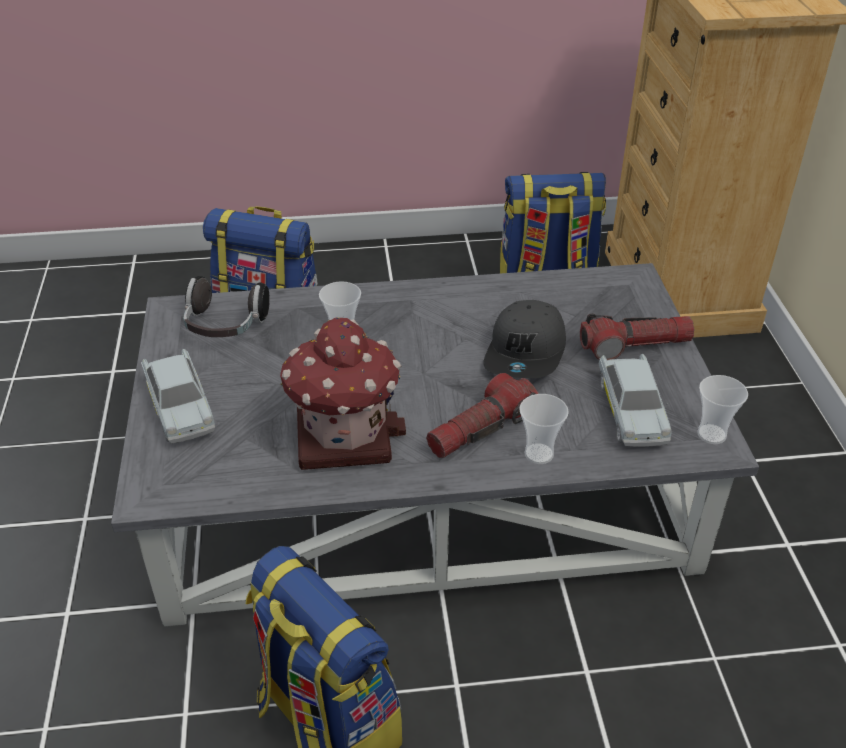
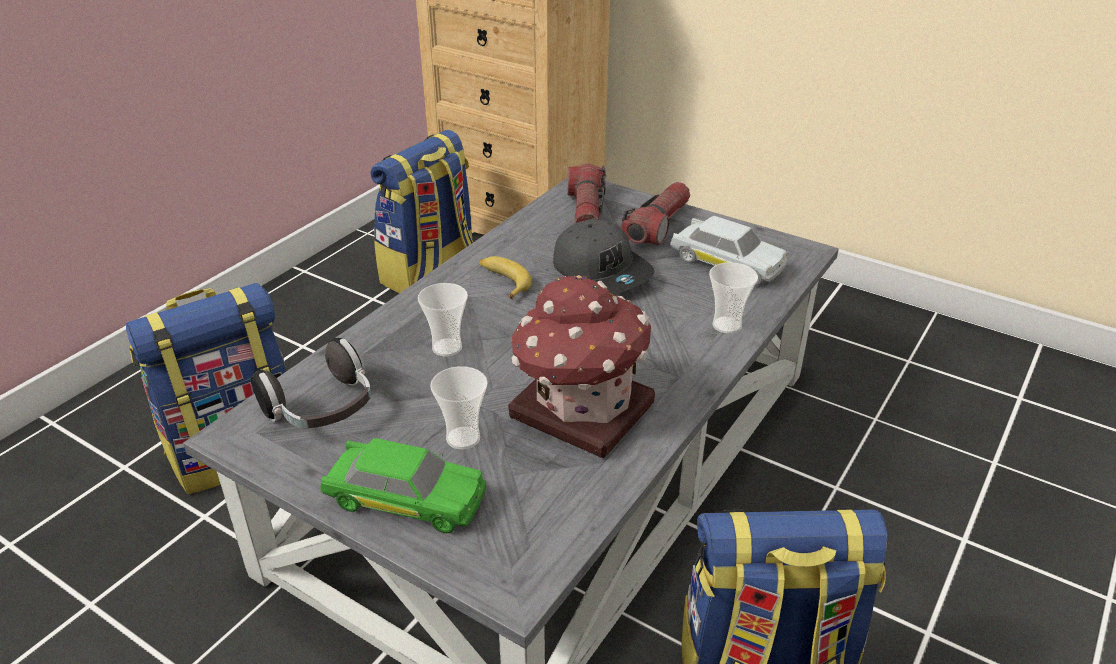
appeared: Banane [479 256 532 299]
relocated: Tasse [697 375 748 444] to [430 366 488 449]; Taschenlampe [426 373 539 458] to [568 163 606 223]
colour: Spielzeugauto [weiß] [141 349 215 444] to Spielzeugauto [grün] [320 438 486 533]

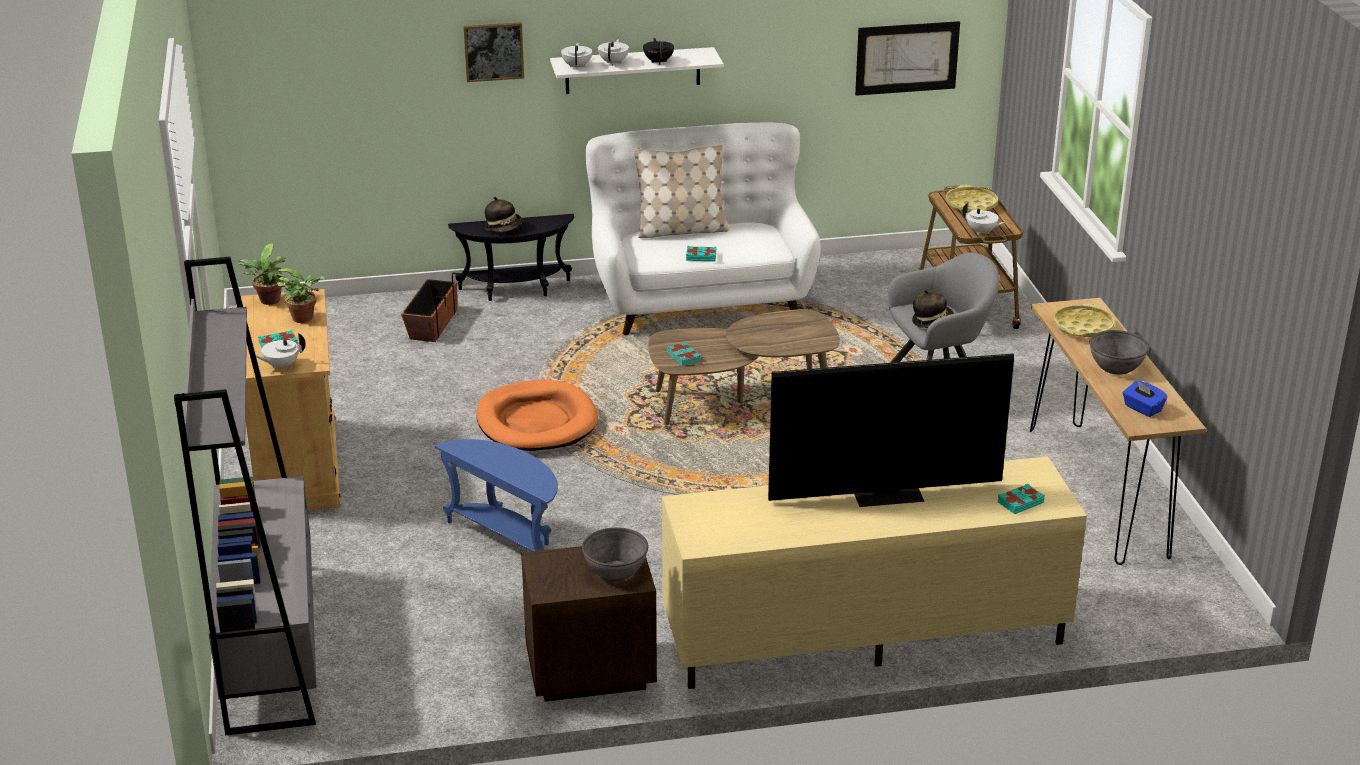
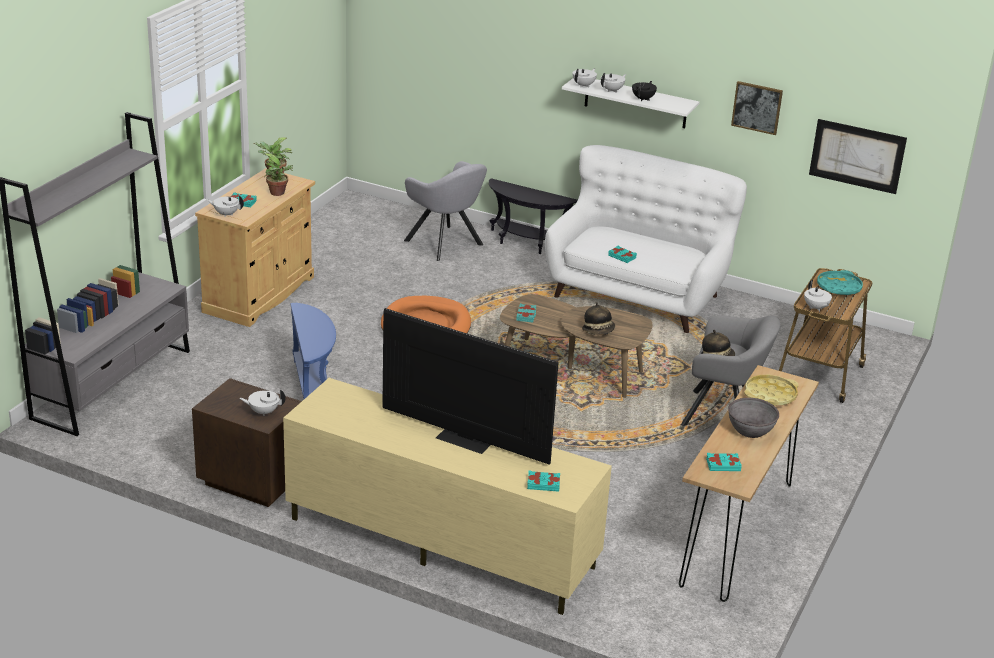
missing: Kissen [beige] [634 145 729 238]
relocated: Hut [485 197 522 232] to [582 302 615 335]; Bild [464 22 524 82] to [731 81 783 135]
exchanged: Schüssel [grau] [582 527 648 581] to Teekanne [weiß] [239 390 286 416]; Pflanzkübel [401 273 462 342] to Sessel [grau] [404 161 487 261]; Taschentuchbox [blau] [1123 381 1168 417] to Buch [türkis] [706 453 742 471]
colour: Tablett [gelb] [946 185 998 212] to Tablett [türkis] [817 270 863 295]

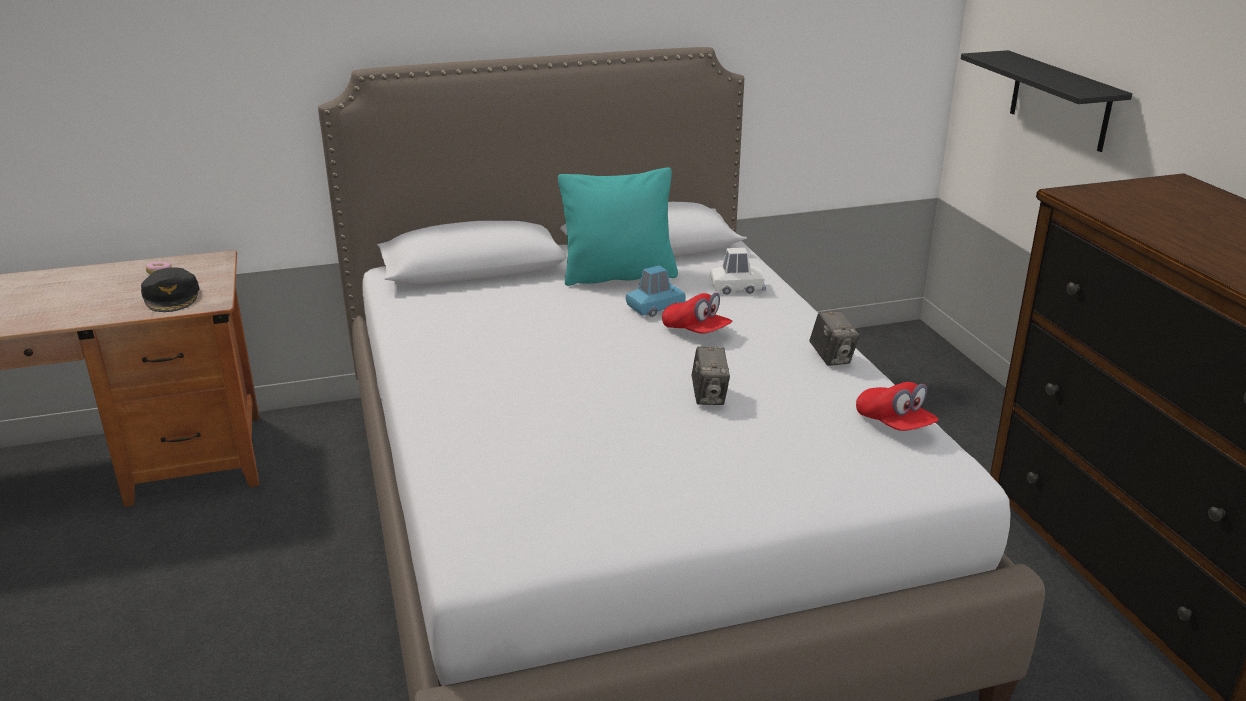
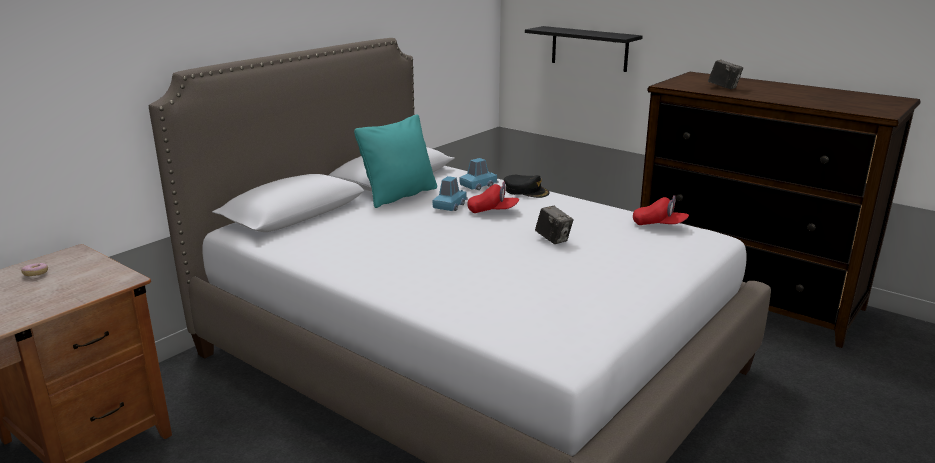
relocated: Kappe [schwarz] [141 268 199 312] to [504 175 550 198]; Kamera [809 311 860 366] to [708 60 743 89]
colour: Spielzeugauto [weiß] [710 248 766 295] to Spielzeugauto [blau] [459 158 498 190]

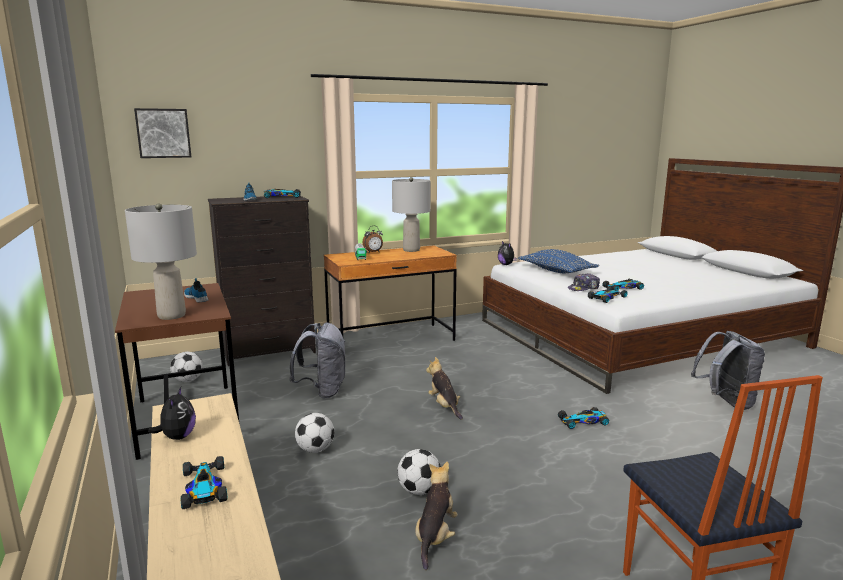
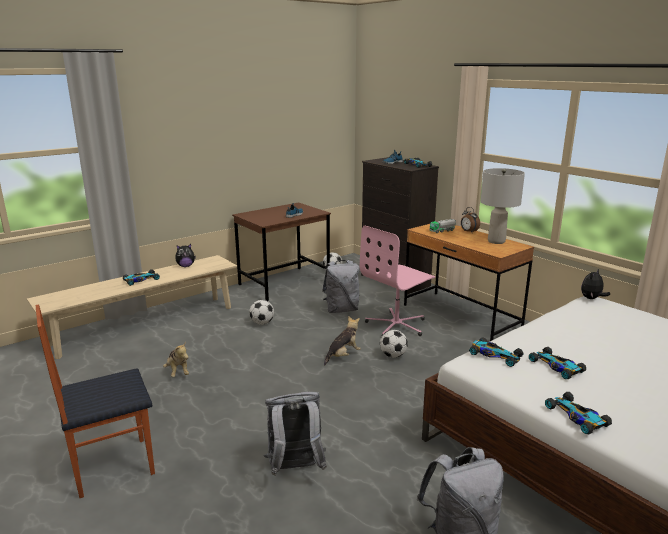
missing: Tischlampe [grau] [125 203 197 320]; Bild [134 108 191 158]; Kissen [blau] [518 249 599 273]; Kappe [568 274 600 291]
appeared: Rucksack [grau] [264 392 327 476]; Bürostuhl [rosa] [360 225 435 336]
relocated: Fußball [397 449 441 495] to [380 330 408 358]; Spielzeugauto [558 407 609 429] to [545 392 612 434]
spun: Plüschtier [415 462 458 570] = [163 341 189 377] 60 degrees clockwise

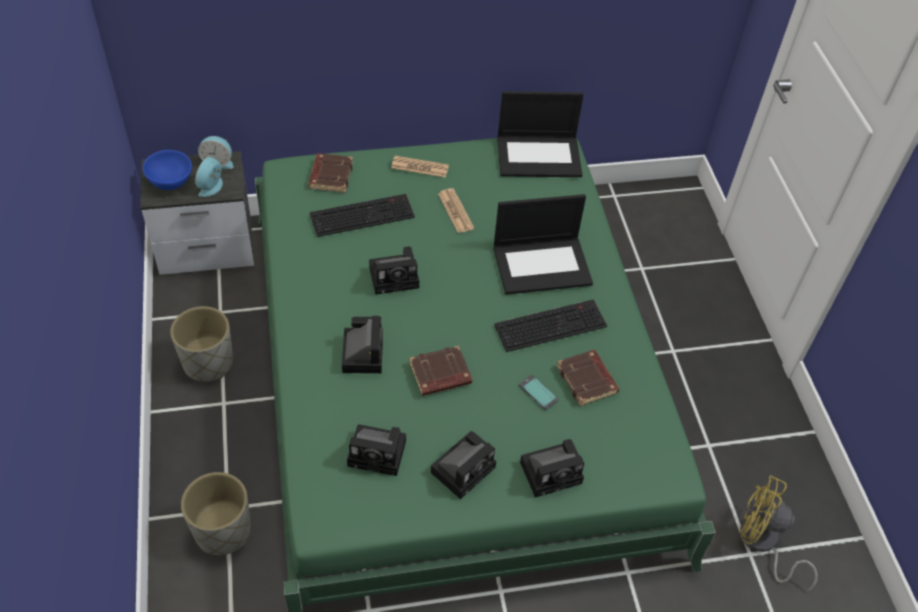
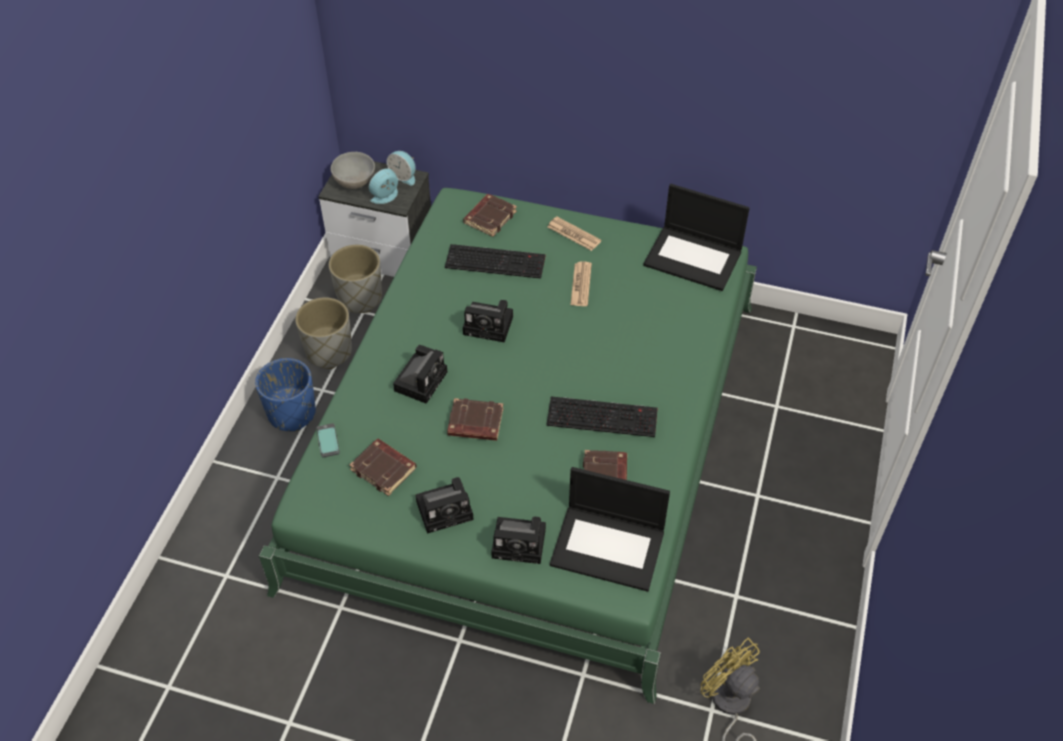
appeared: Pflanzkübel [blau] [255 358 316 432]
relocated: Handy [519 375 559 410] to [316 423 340 458]; Pflanzkübel [grau] [181 472 251 555] to [329 245 382 313]; Laptop [493 194 593 295] to [550 467 670 592]
exchanged: Kamera [347 424 406 476] to Buch [braun] [349 439 417 496]
colour: Schüssel [blau] [143 150 192 190] to Schüssel [grau] [331 152 375 189]

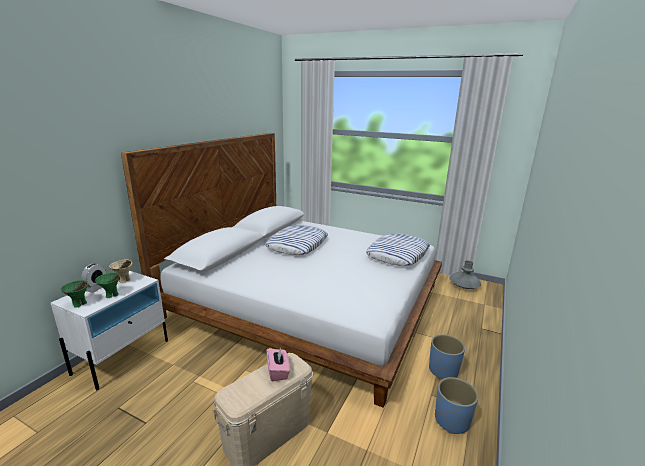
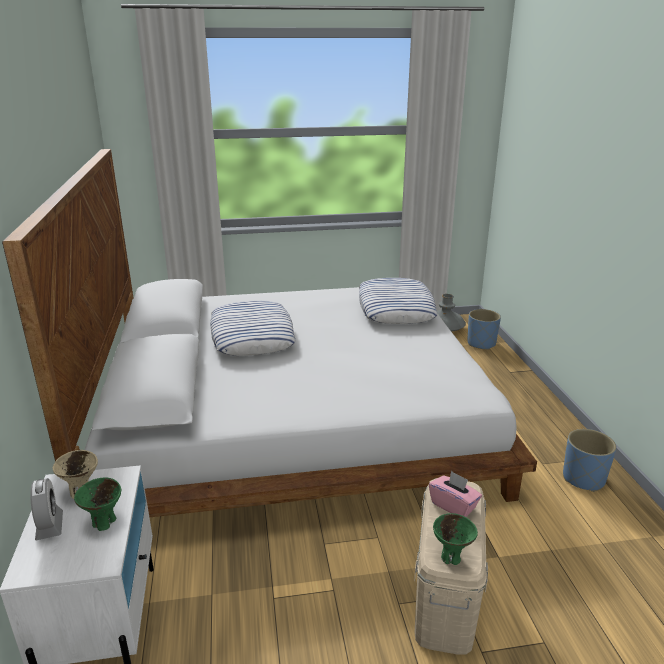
relocated: Schüssel [grün] [61 280 88 307] to [433 513 478 565]; Pflanzkübel [blau] [429 334 465 380] to [467 309 501 350]

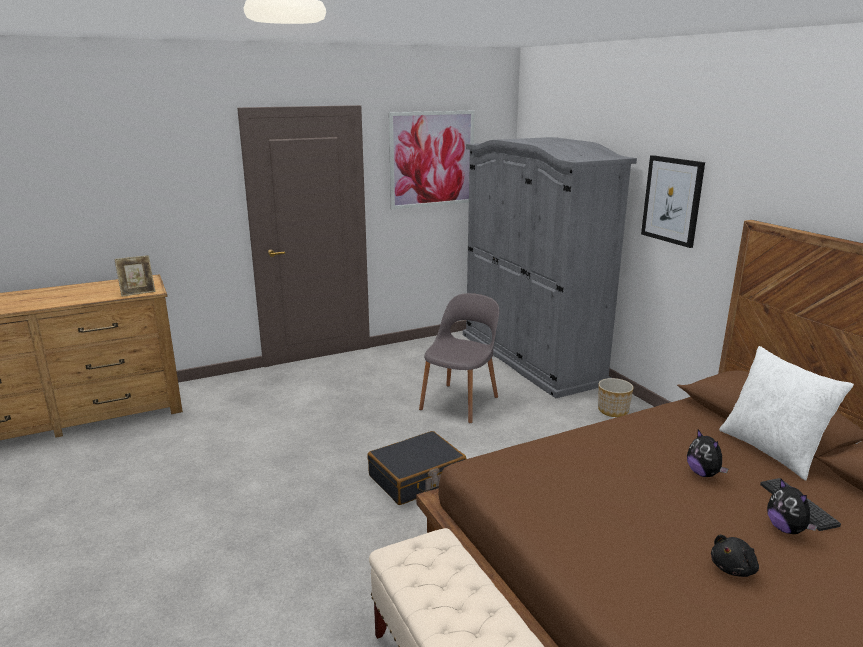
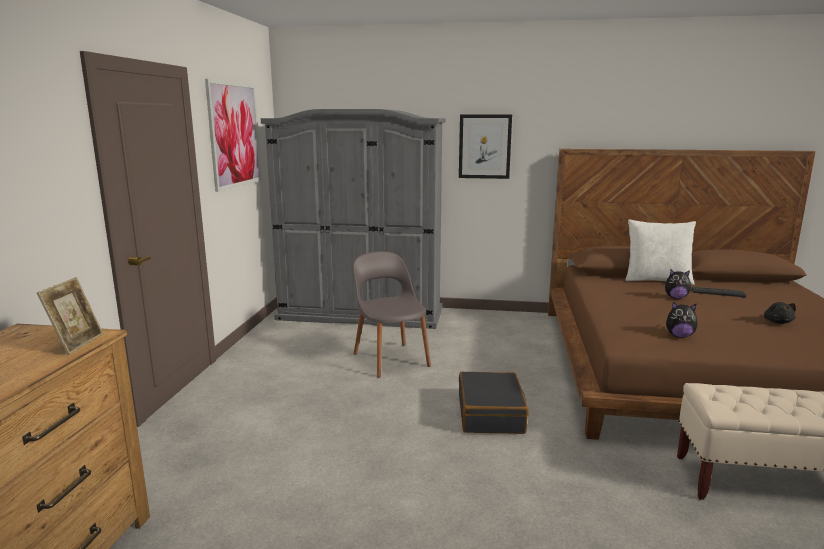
missing: Pflanzkübel [598 378 634 417]
relocated: Plüschtier [767 479 818 534] to [666 302 698 338]

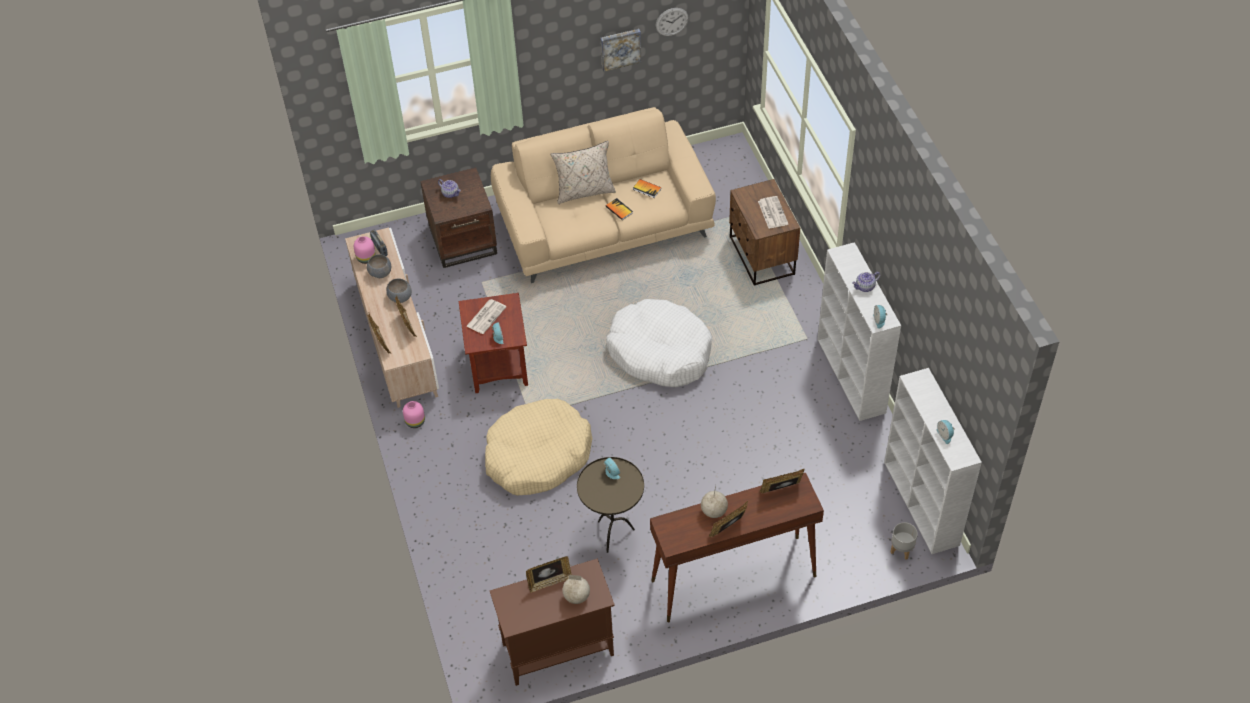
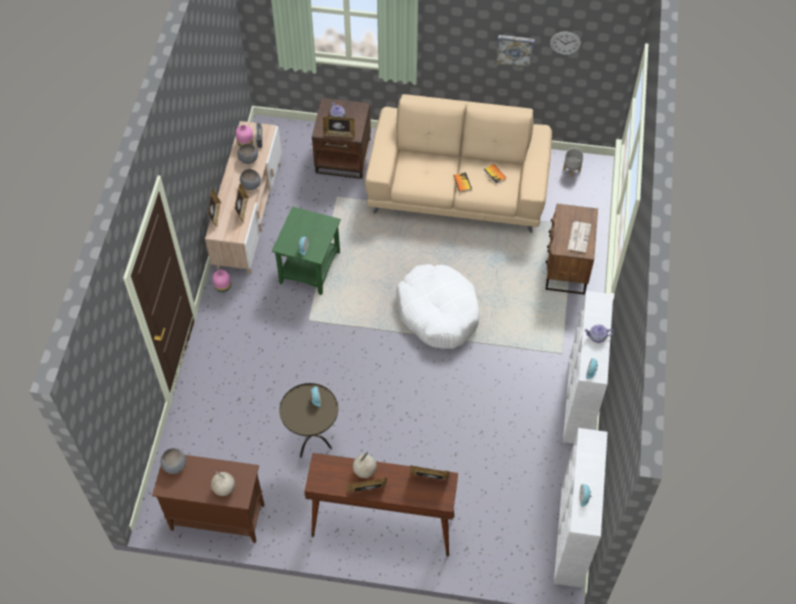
missing: Zeitung [467 299 506 334]; Hundebett [beige] [485 399 593 495]; Kissen [beige] [551 141 616 204]
appeared: Schüssel [grau] [161 448 186 474]
relocated: Bilderrahmen [526 556 572 593] to [323 116 355 138]; Pflanzkübel [grau] [891 522 918 560] to [563 148 584 177]
colour: Beistelltisch [braun] [459 293 528 393] to Beistelltisch [grün] [272 207 341 295]

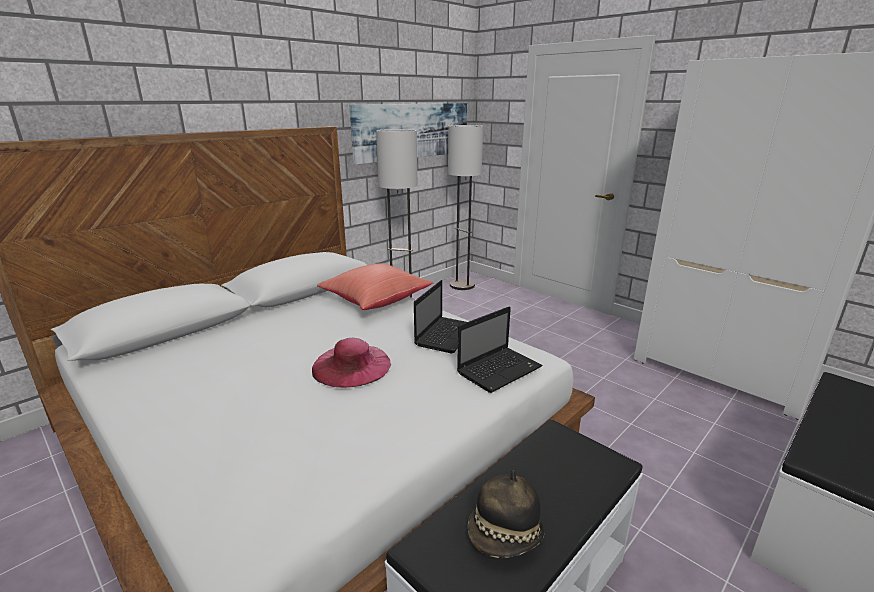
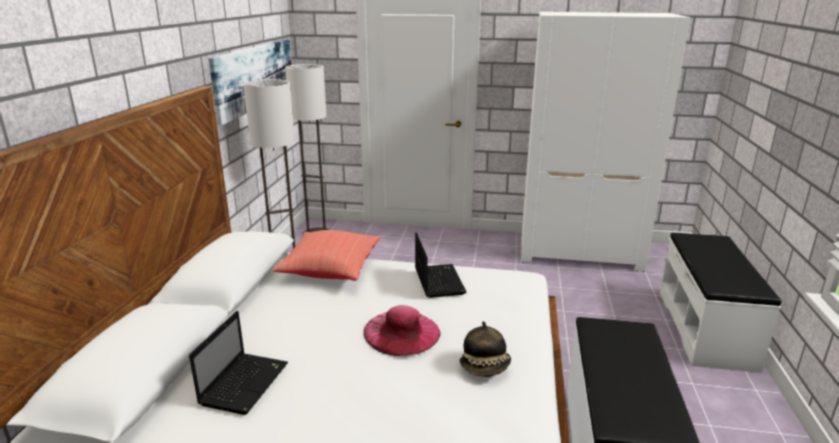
relocated: Laptop [457 306 542 393] to [189 311 288 415]; Hut [468 470 545 558] to [460 321 511 377]

